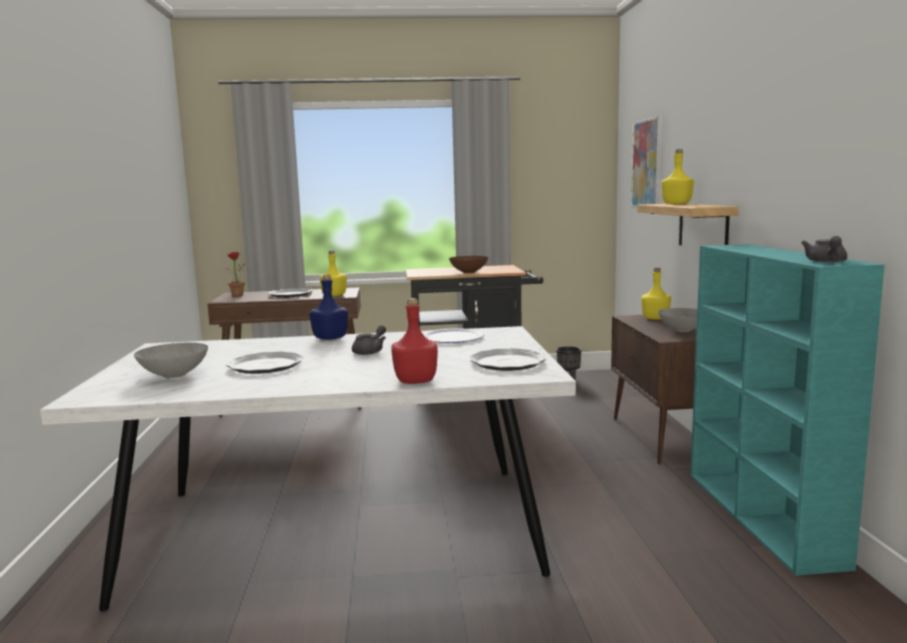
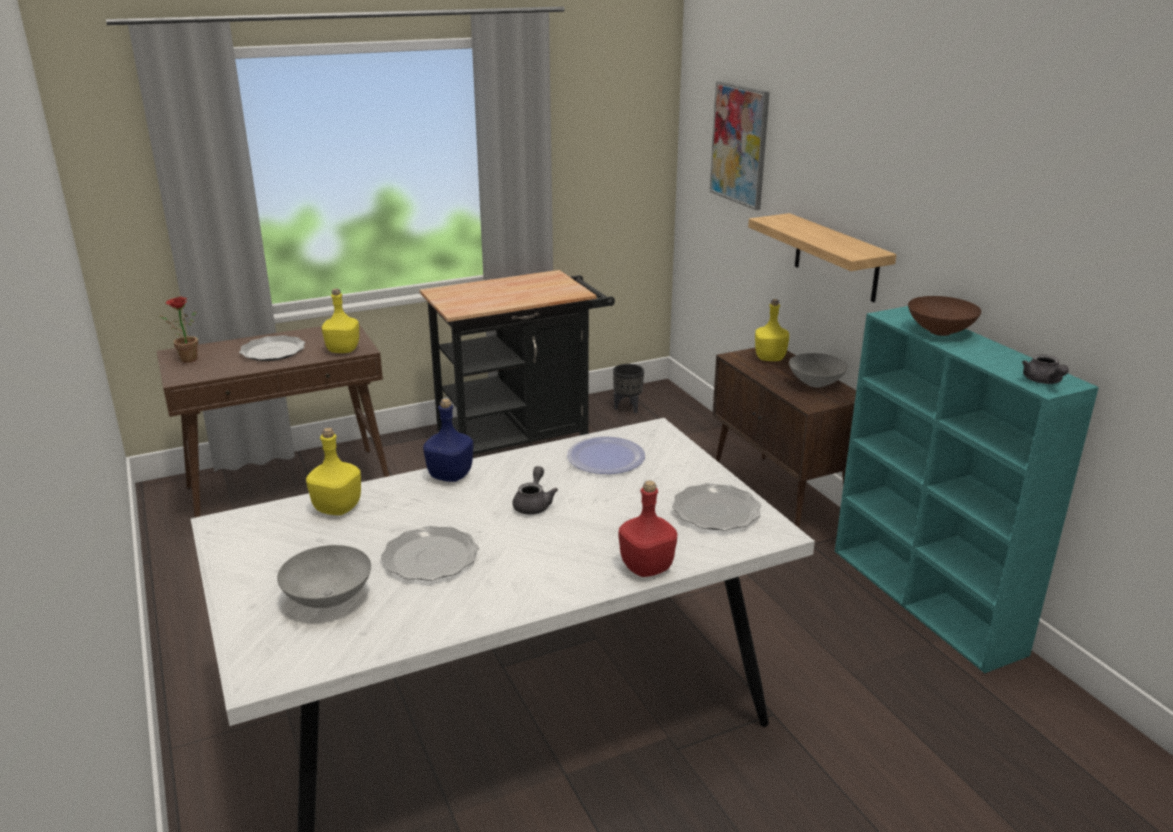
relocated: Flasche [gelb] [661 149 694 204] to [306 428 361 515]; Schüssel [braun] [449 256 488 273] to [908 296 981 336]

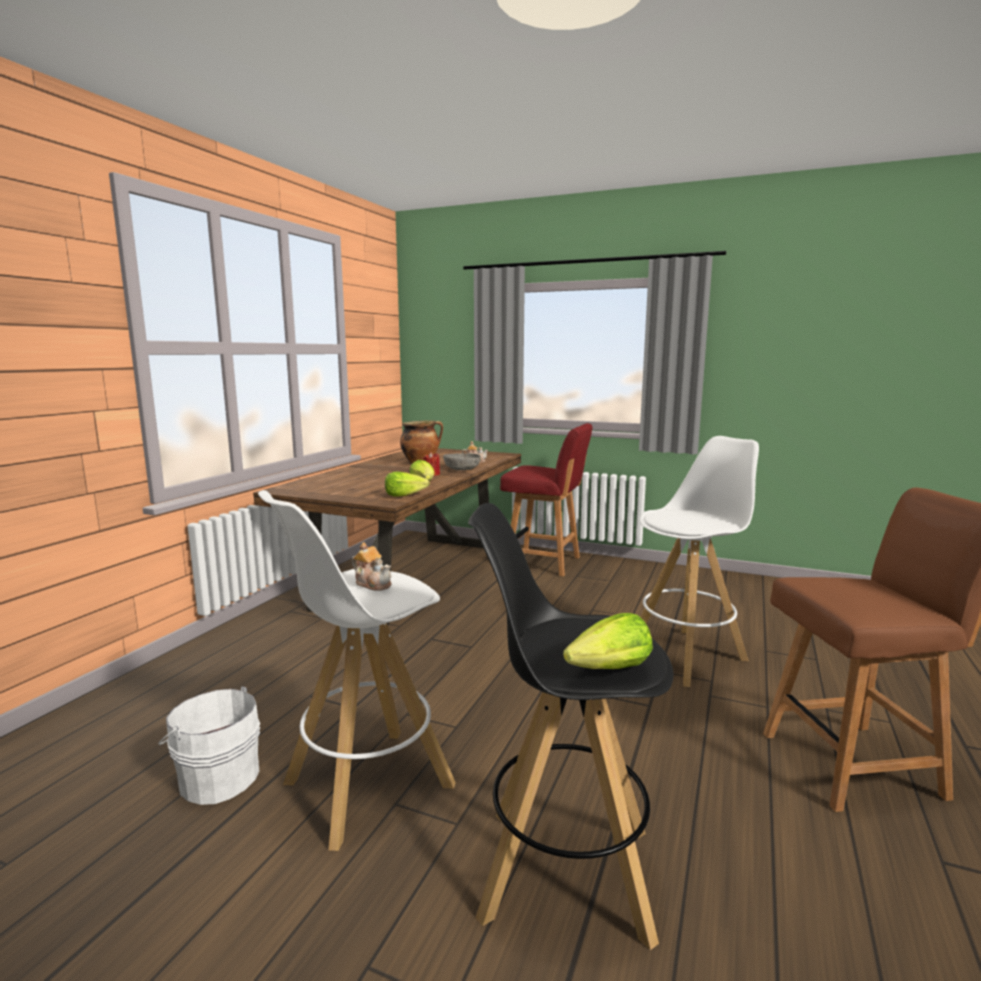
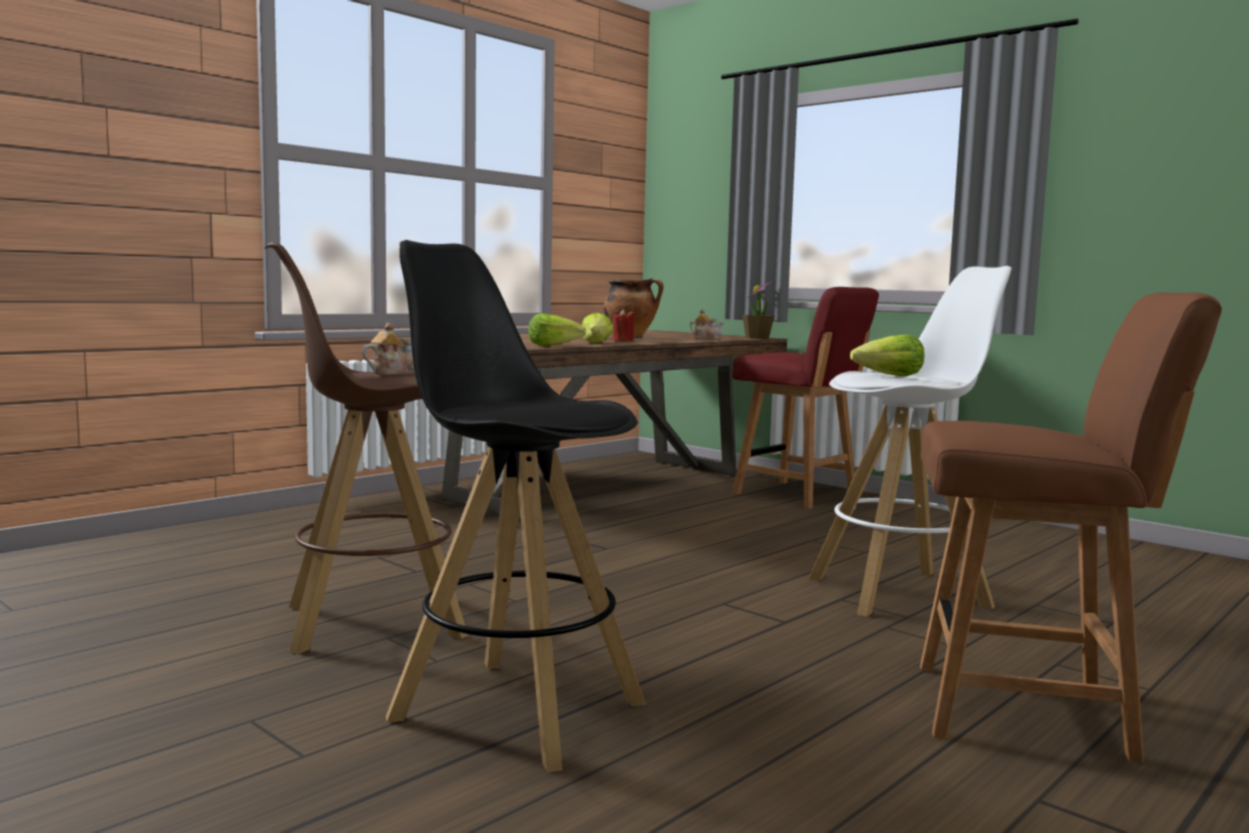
missing: Eimer [weiß] [158 686 260 805]; Schüssel [grau] [443 453 481 470]
appeared: Topfpflanze [742 281 774 339]
relocated: Salatkopf [563 613 653 669] to [850 334 925 376]
colour: Hocker [weiß] [258 490 456 851] to Hocker [braun] [264 242 468 654]
spun: Teekanne [352 542 392 591] = [362 323 415 375] 90 degrees counterclockwise

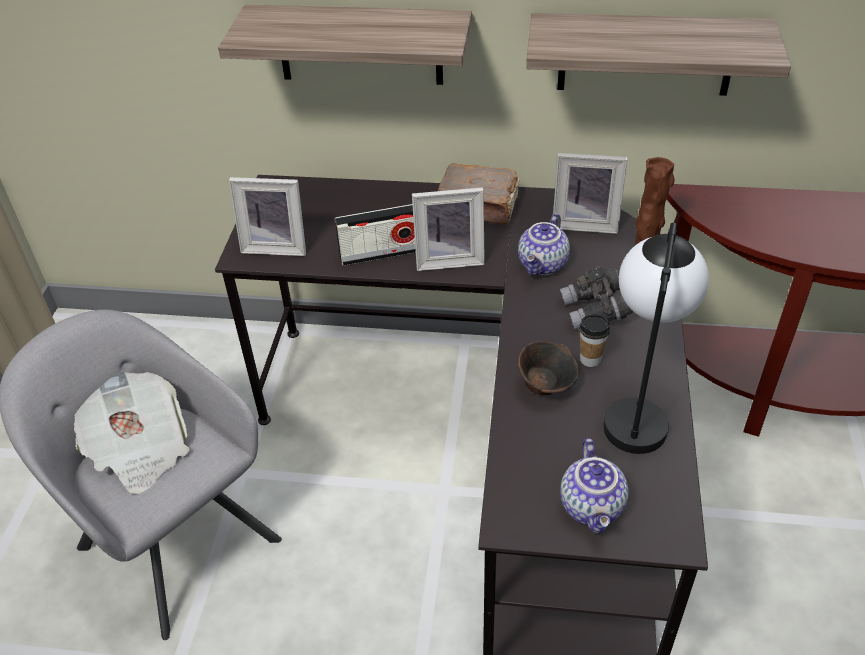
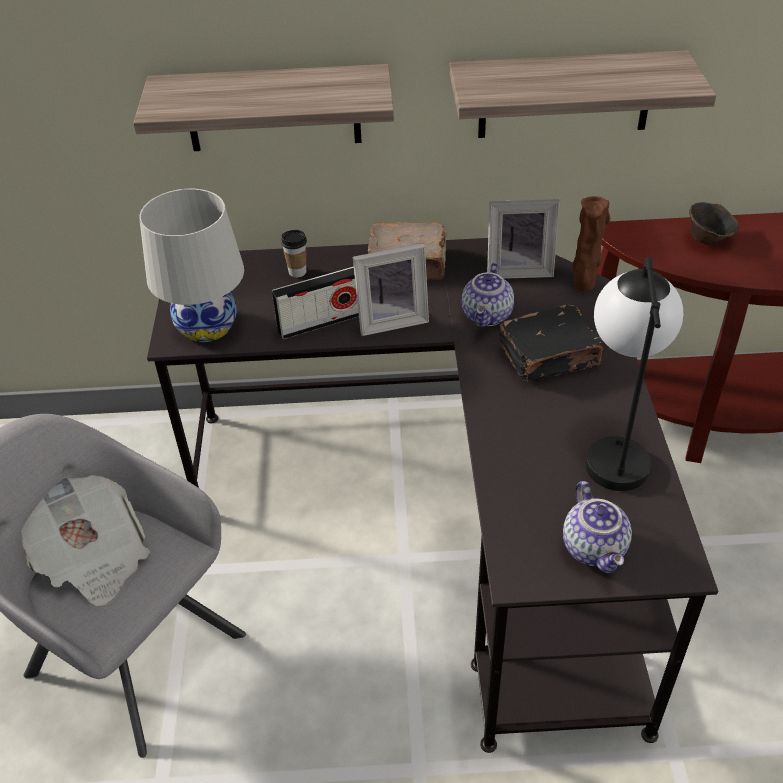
relocated: Tasse [579 314 610 367] to [281 230 307 278]; Schüssel [braun] [517 341 580 395] to [689 202 739 245]
exchanged: Bilderrahmen [229 177 306 256] to Tischlampe [weiß] [139 189 244 342]; Fernglas [grau] [560 266 633 330] to Buch [schwarz] [499 305 604 381]

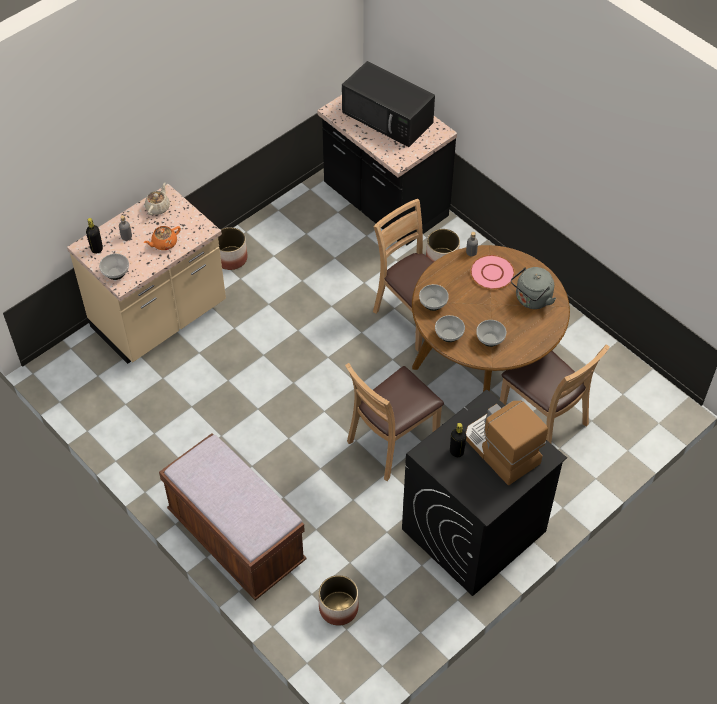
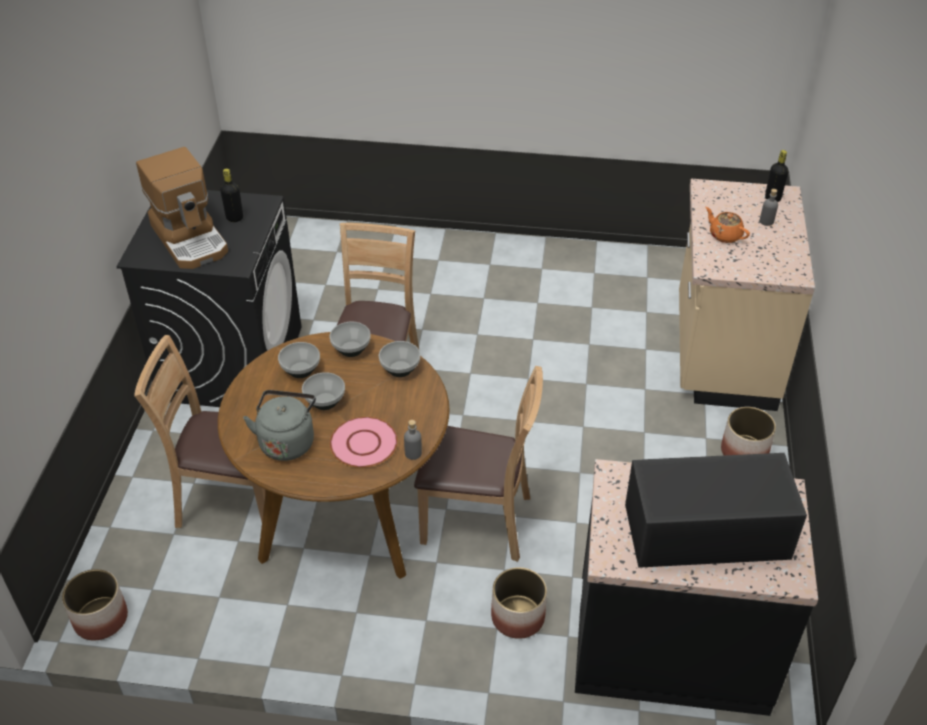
missing: Teekanne [beige] [145 183 170 215]; Bank [braun] [159 433 307 600]
relocated: Pflanzkübel [319 575 358 626] to [62 569 128 640]; Schüssel [99 253 129 280] to [302 372 345 410]
spun: Kaffeemaschine [466 401 548 485] = [136 147 228 269] 45 degrees clockwise; Teekanne [orange] [144 226 181 250] = [706 207 750 243] 60 degrees counterclockwise

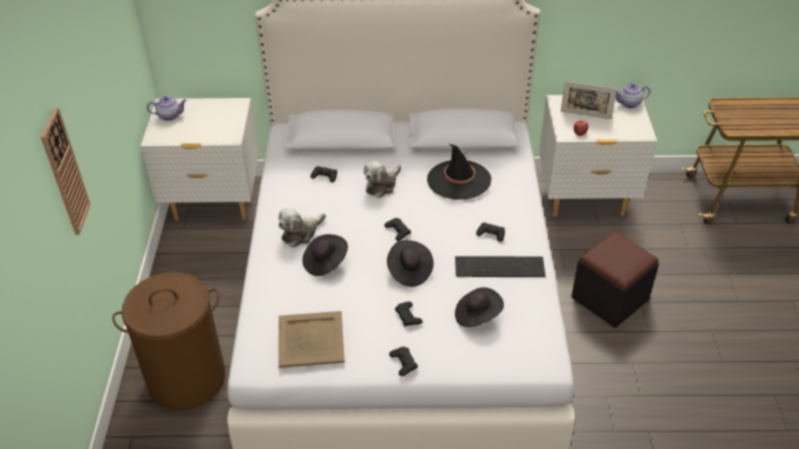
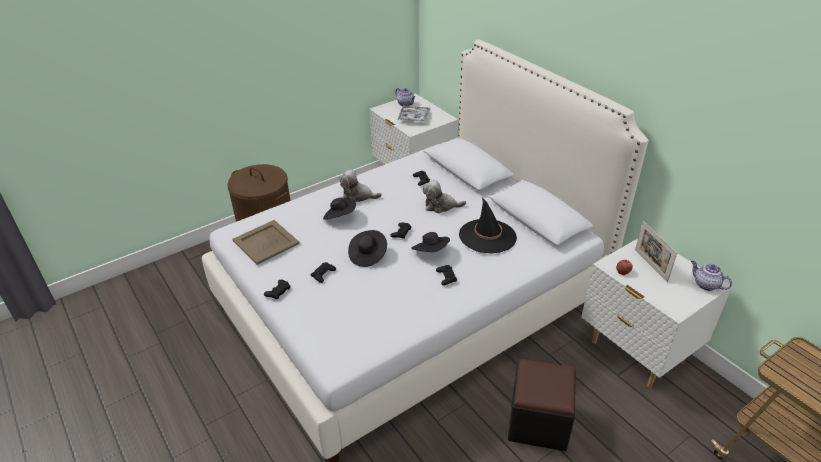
missing: Wanduhr [41 107 91 235]; Tastatur [455 256 545 277]
appeared: Tablett [397 106 430 122]
relocated: Hut [schwarz] [455 287 504 327] to [411 232 450 252]

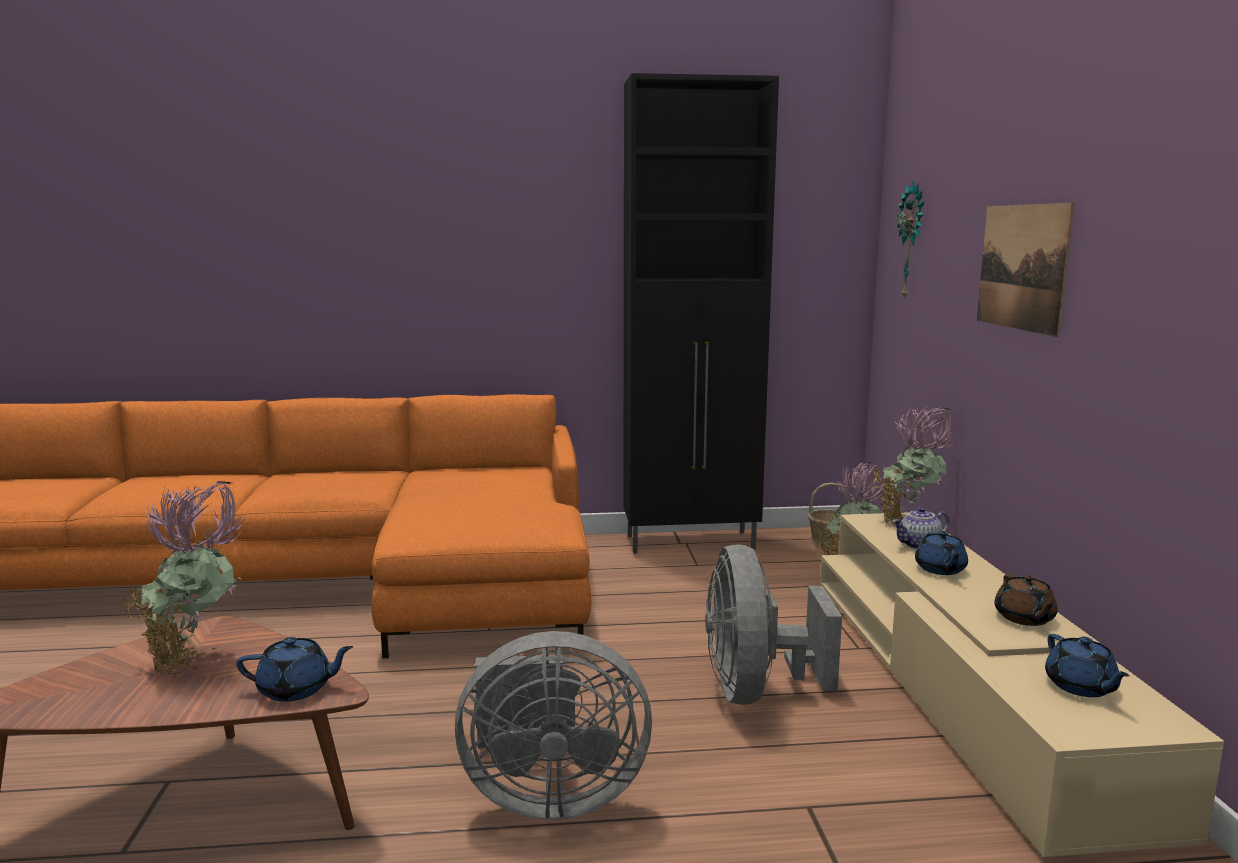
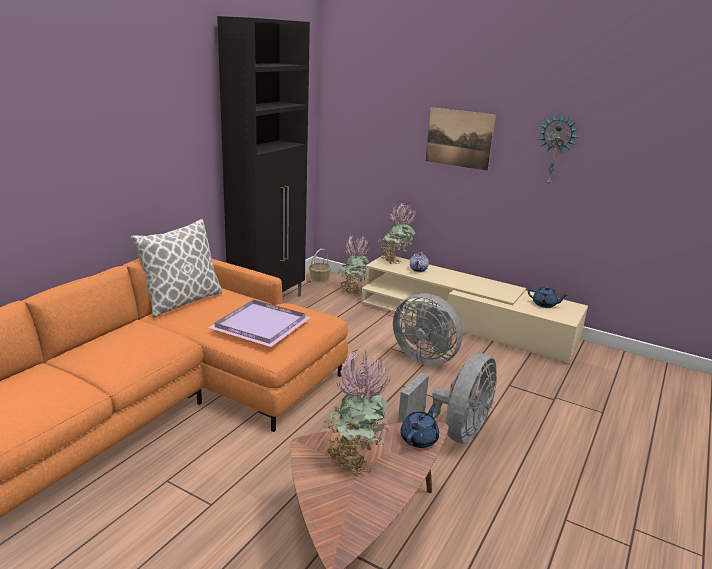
missing: Teekanne [blau] [915 531 968 575]; Teekanne [braun] [994 574 1057 626]
appeared: Kissen [131 219 223 318]; Tablett [lila] [209 300 311 347]
relocated: Wanduhr [897 182 924 300] to [538 114 578 186]

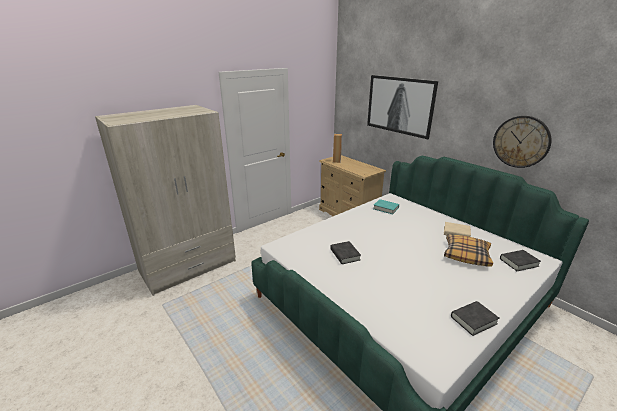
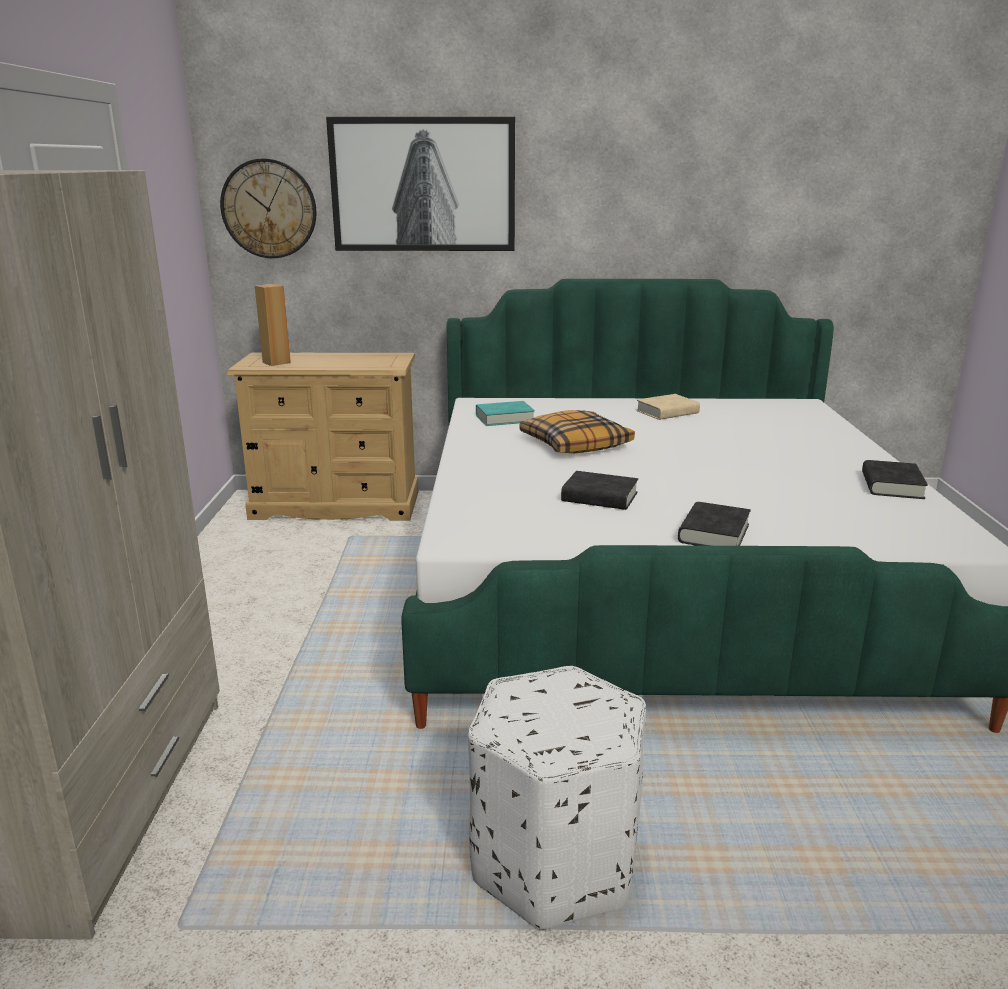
appeared: Polsterhocker [weiß] [468 666 646 930]
relocated: Wanduhr [493 116 552 168] to [220 158 317 258]; Kissen [444 234 493 267] to [520 410 635 453]; Buch [schwarz] [500 250 541 271] to [678 502 751 546]

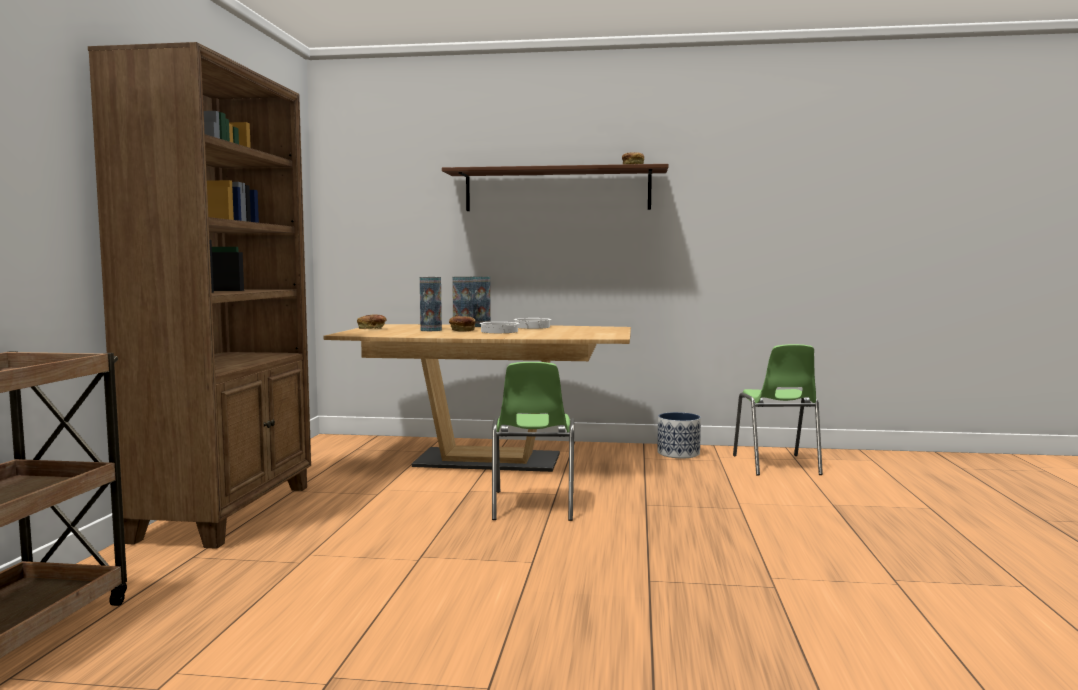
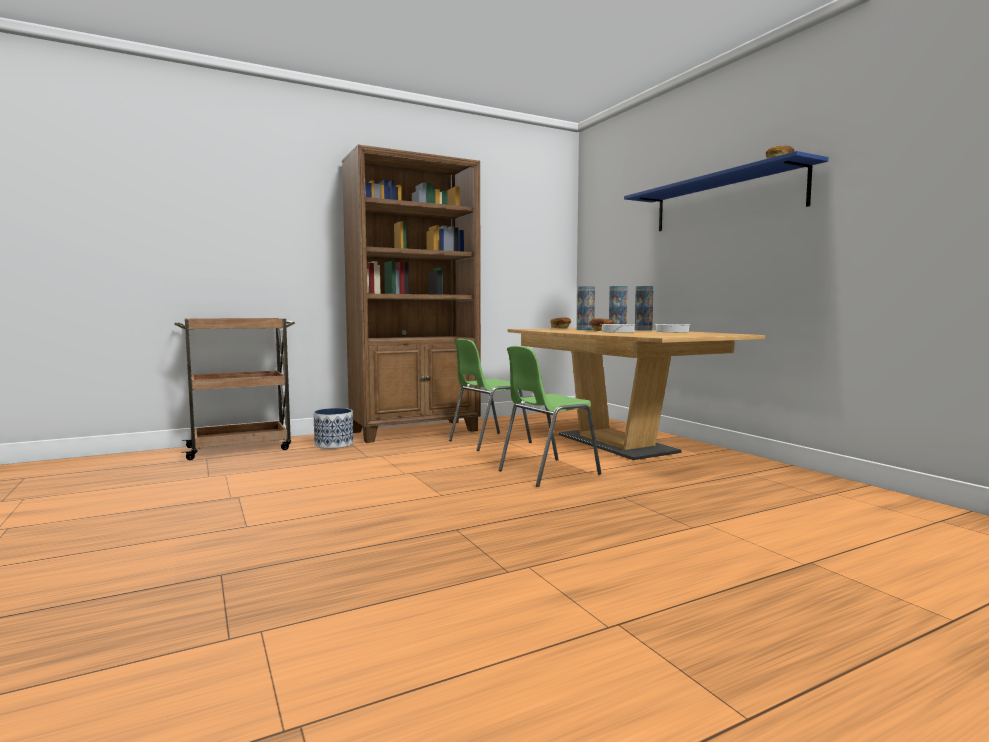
relocated: Pflanzkübel [657 412 701 458] to [314 408 354 449]; Stuhl [grün] [733 344 823 475] to [449 339 532 451]
colour: Wandregal [braun] [442 164 668 211] to Wandregal [blau] [624 151 829 231]

